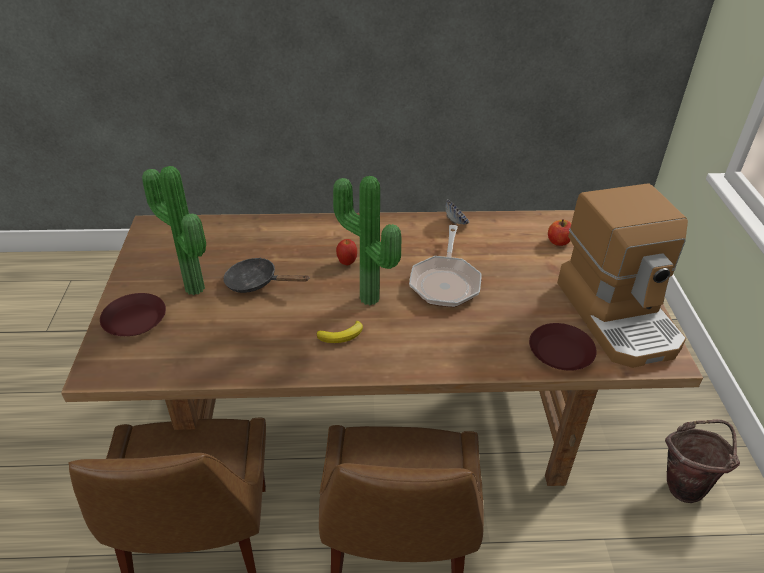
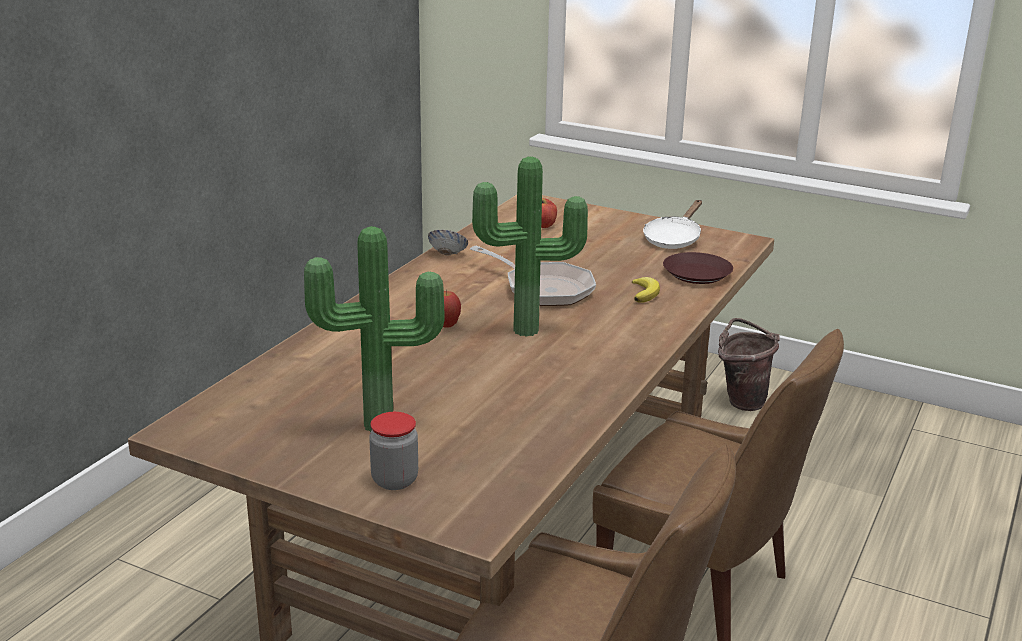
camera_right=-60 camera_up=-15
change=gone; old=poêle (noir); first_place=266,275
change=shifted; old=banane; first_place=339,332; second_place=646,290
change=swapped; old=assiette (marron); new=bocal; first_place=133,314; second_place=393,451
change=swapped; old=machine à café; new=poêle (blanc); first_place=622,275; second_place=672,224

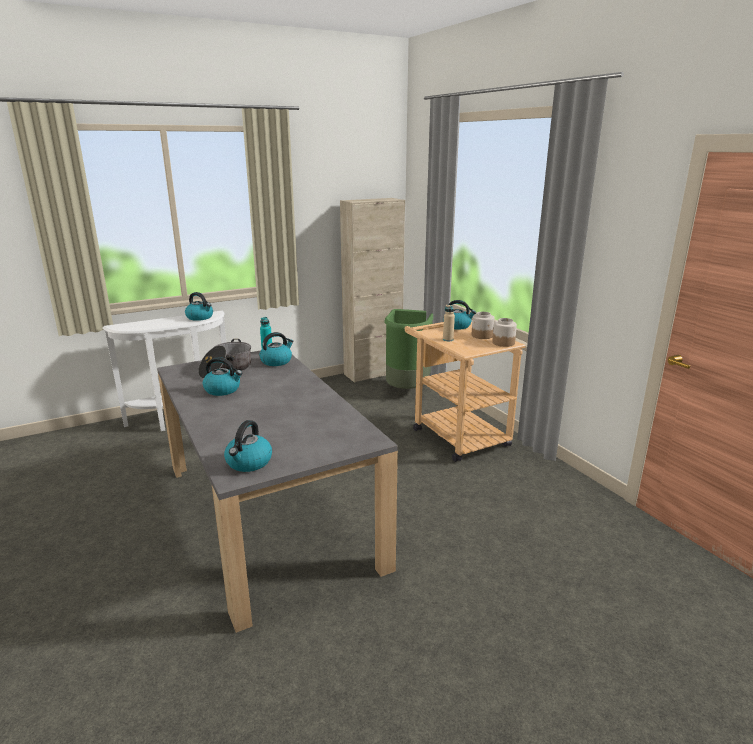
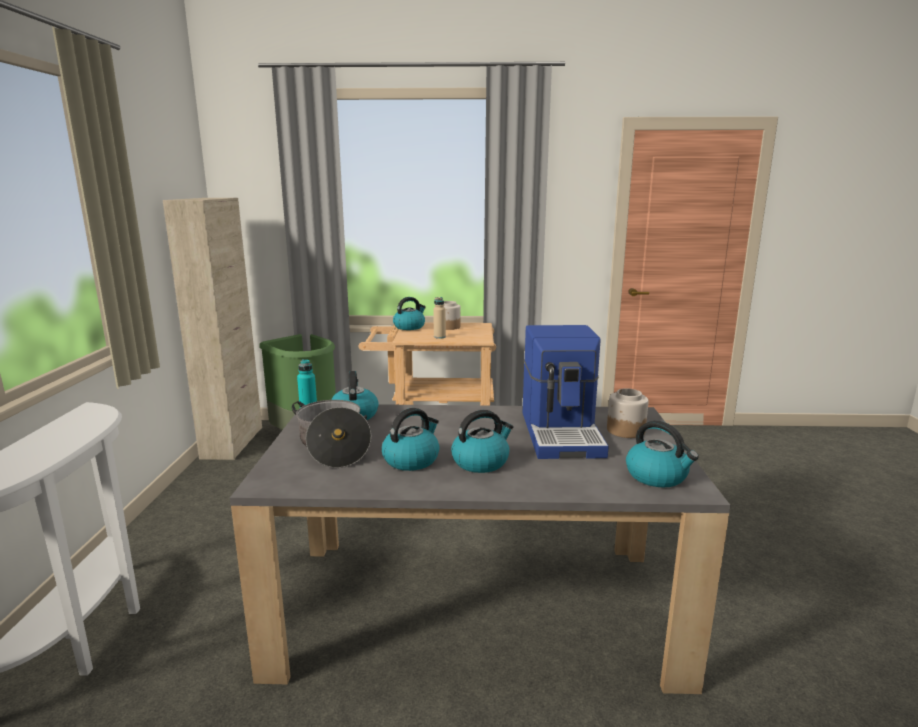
camera_right=-60 camera_up=-5
change=new; new=machine à café; second_place=566,392
change=shifted; old=bouilloire; first_place=199,306; second_place=482,441
change=shifted; old=bocal; first_place=504,332; second_place=627,413

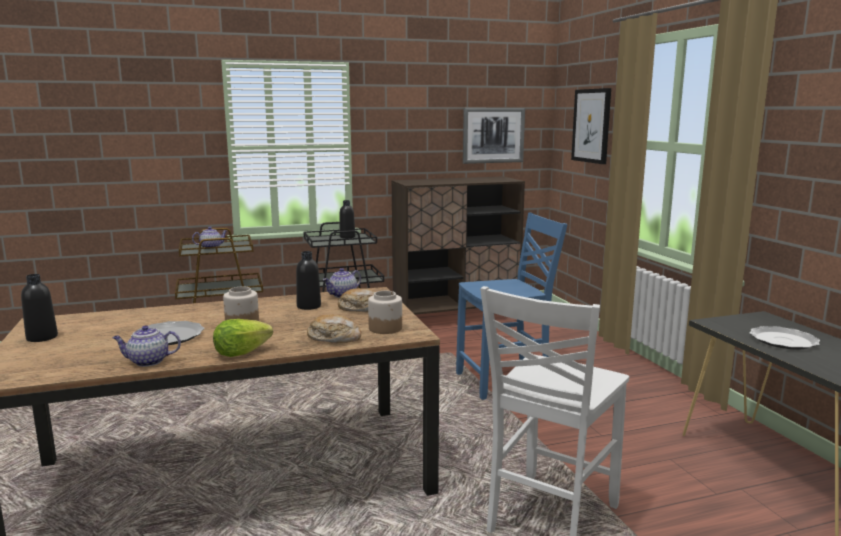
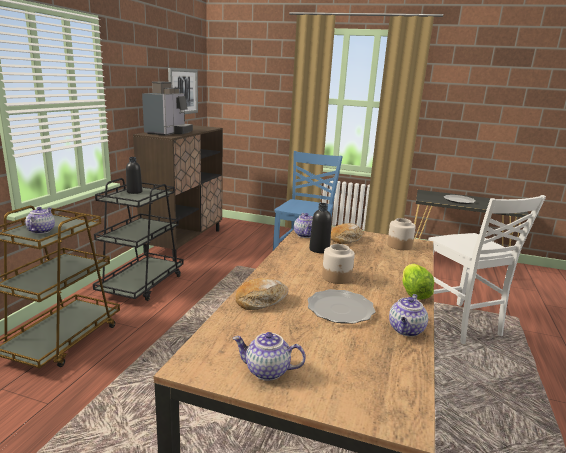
camera_right=-55 camera_up=5
change=gone; old=tableau; first_place=591,126
change=new; new=machine à café; second_place=167,108
change=shifted; old=pain; first_place=334,328; second_place=262,294
change=swapped; old=bouteille (noir); new=théière; first_place=39,308; second_place=269,356

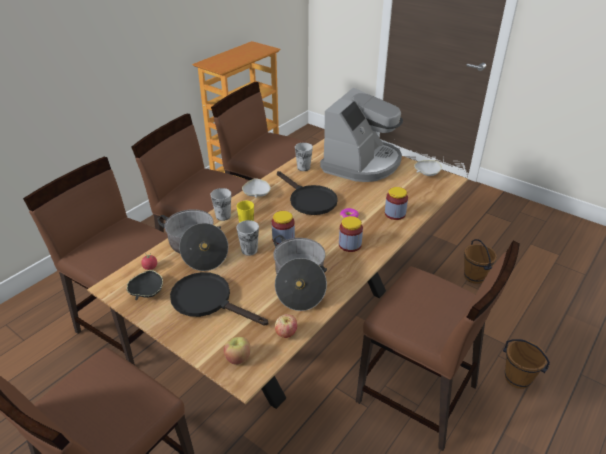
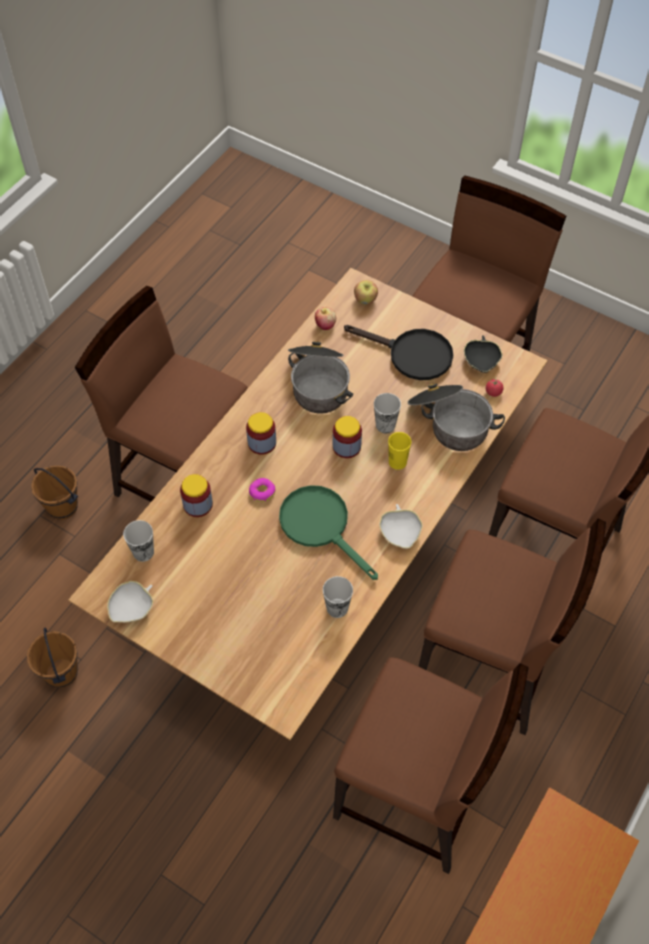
camera_right=175 camera_up=20
change=gone; old=machine à café; first_place=361,134
change=shifted; old=tasse; first_place=221,204; second_place=138,541
change=repainted; old=poêle (noir); new=poêle (vert); first_place=307,193; second_place=328,532

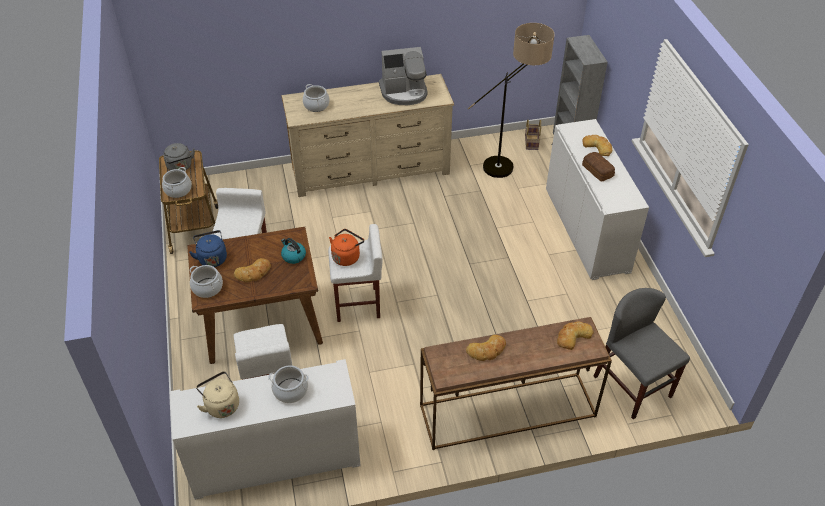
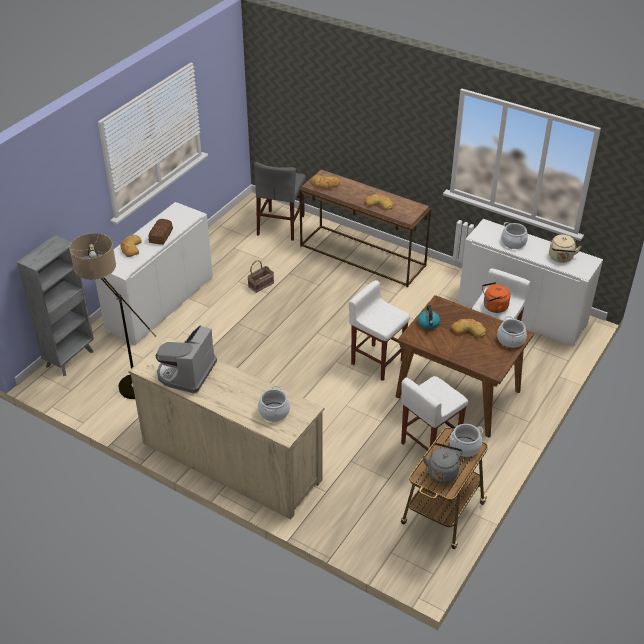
camera_right=-135 camera_up=-5
change=gone; old=bouilloire (bleu); first_place=208,248
change=shifted; old=bouilloire (orange); first_place=346,247; second_place=496,297
change=shifted; old=panier; first_place=533,135; second_place=260,276
change=rotated; old=machine à café; first_place=403,76; second_place=186,359; degrees=-105

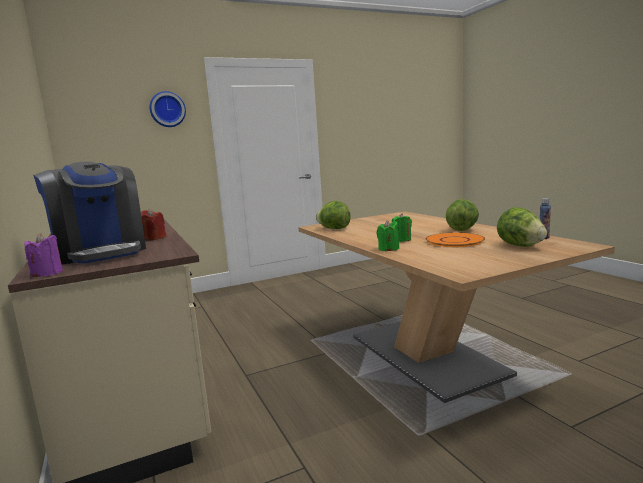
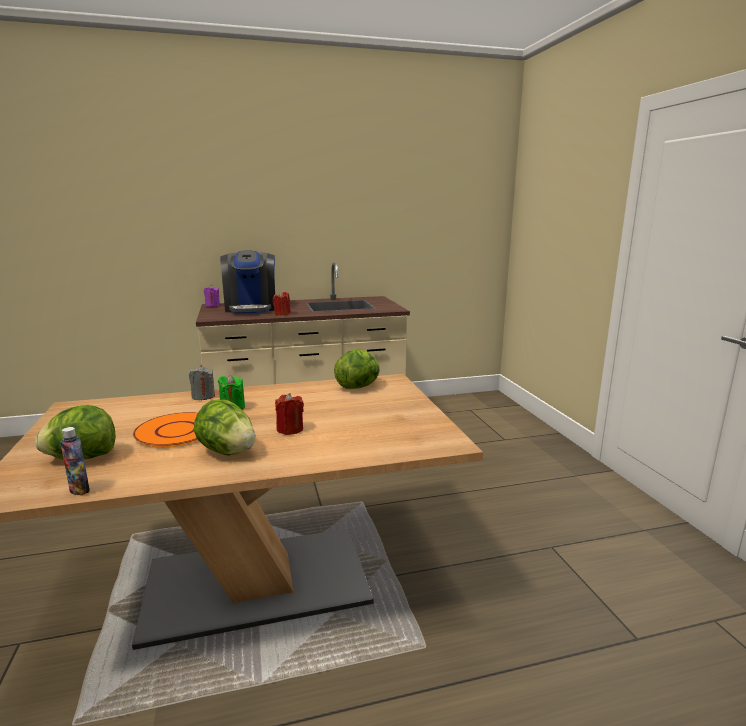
camera_right=100 camera_up=5
change=gone; old=horloge murale; first_place=168,109
change=new; new=bougie (rouge); second_place=289,414
change=repainted; old=bougie (vert); new=bougie (gris); first_place=387,235; second_place=202,382
change=rotated; old=machine à café; first_place=89,213; second_place=247,282; degrees=-75

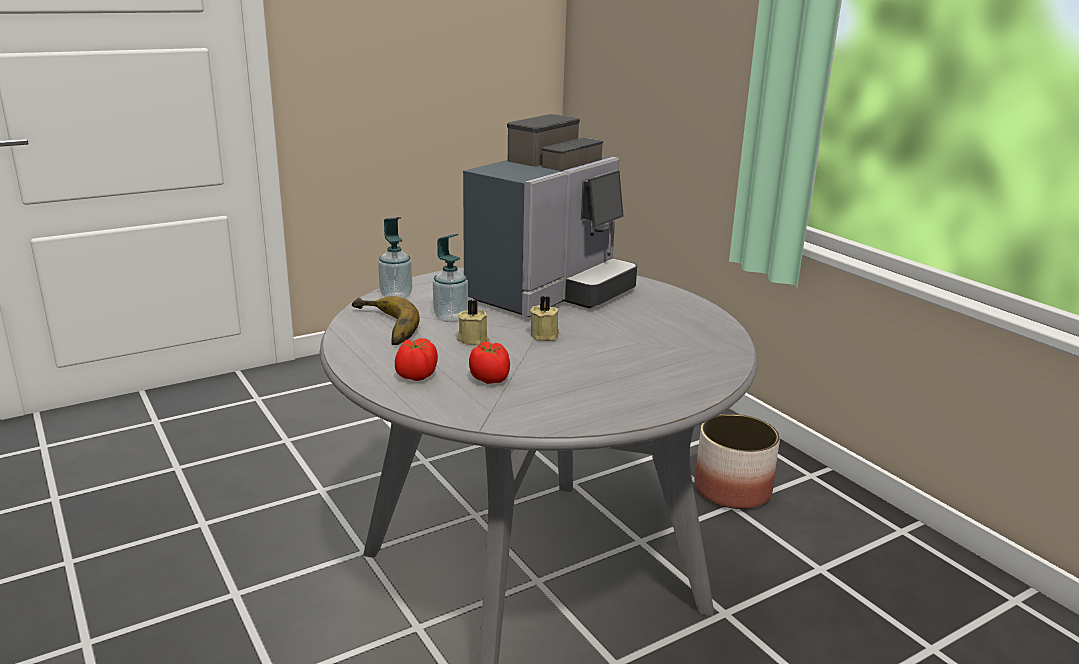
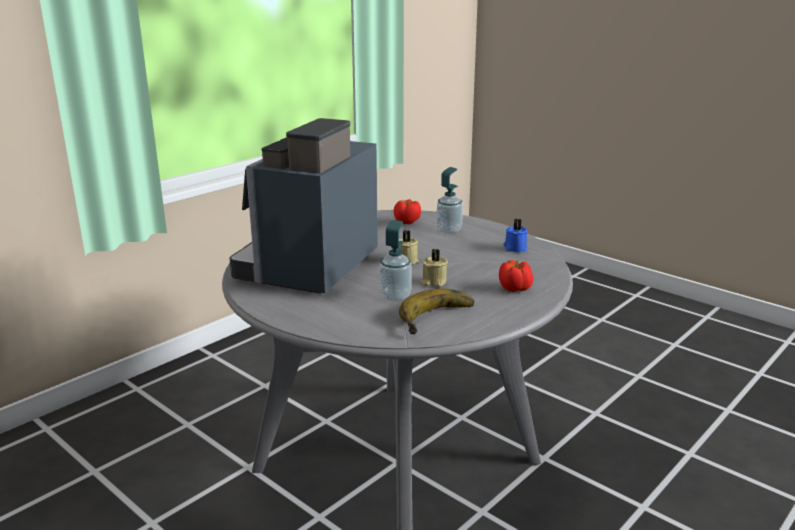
camera_right=-105 camera_up=0
change=gone; old=cache-pot; first_place=737,461
change=new; new=bougie (bleu); second_place=515,235
change=shifted; old=distributeur de savon; first_place=395,258; second_place=450,200
change=shifted; old=tomate; first_place=489,363; second_place=407,211
change=rotated; old=machine à café; first_place=550,215; second_place=304,206; degrees=-90

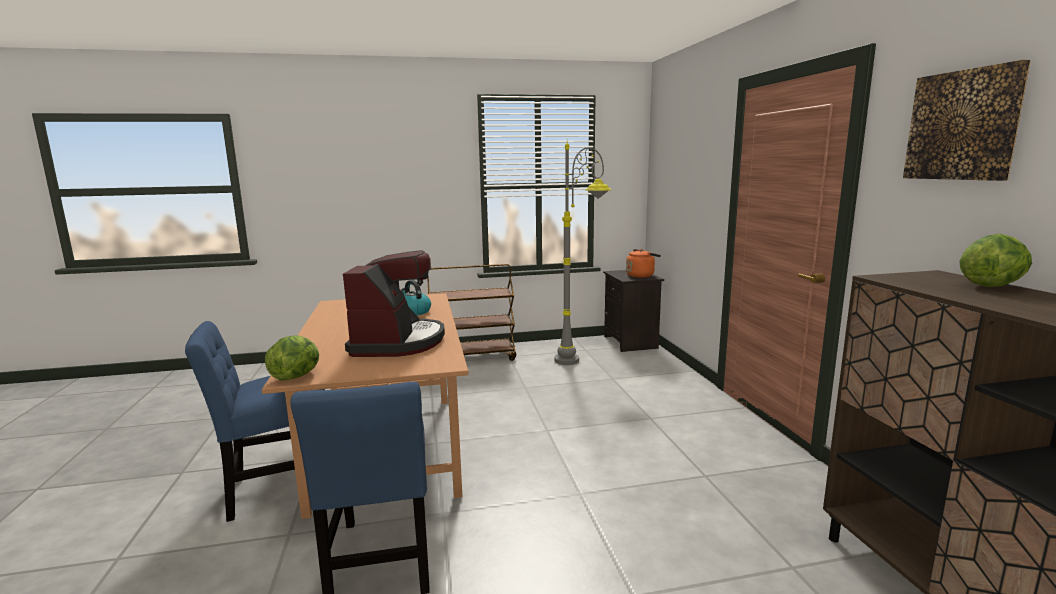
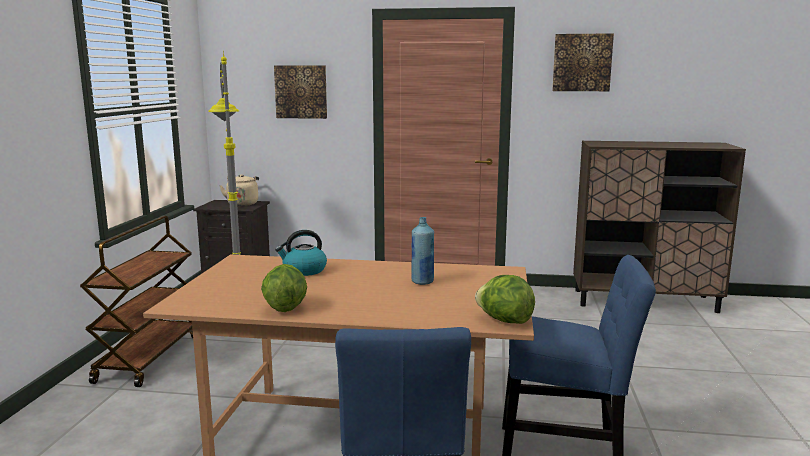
camera_right=-70 camera_up=0
change=new; new=tableau; second_place=300,92
change=shifted; old=laitue; first_place=995,260; second_place=284,288
change=swapped; old=machine à café; new=bouteille (bleu); first_place=394,303; second_place=423,251
change=repainted; old=bouilloire (orange); new=bouilloire (beige); first_place=643,263; second_place=239,190

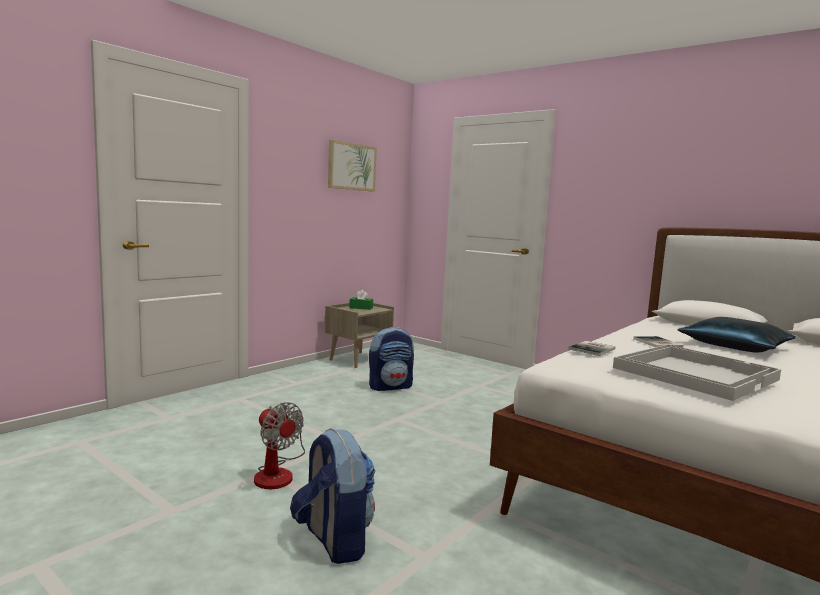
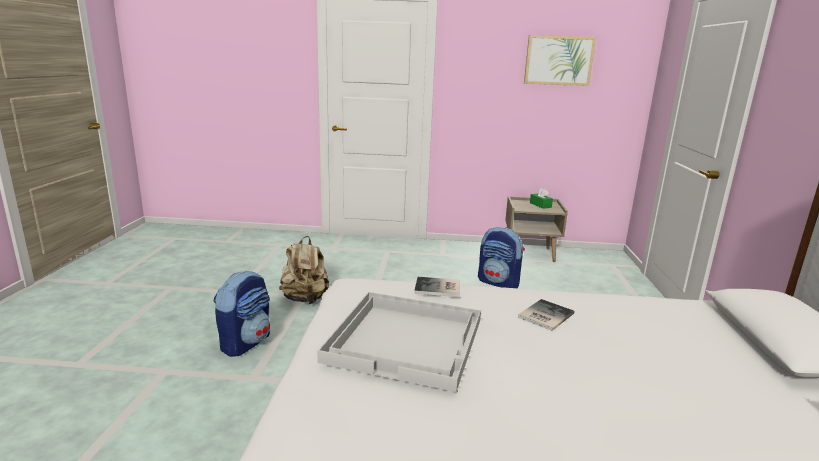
camera_right=55 camera_up=10
change=gone; old=coussin (bleu); first_place=736,334
change=swapped; old=ventilateur; new=sac à dos (beige); first_place=279,445; second_place=304,270

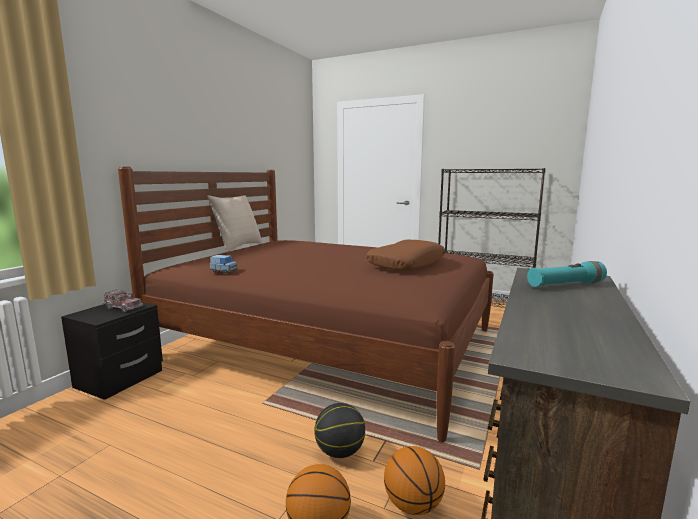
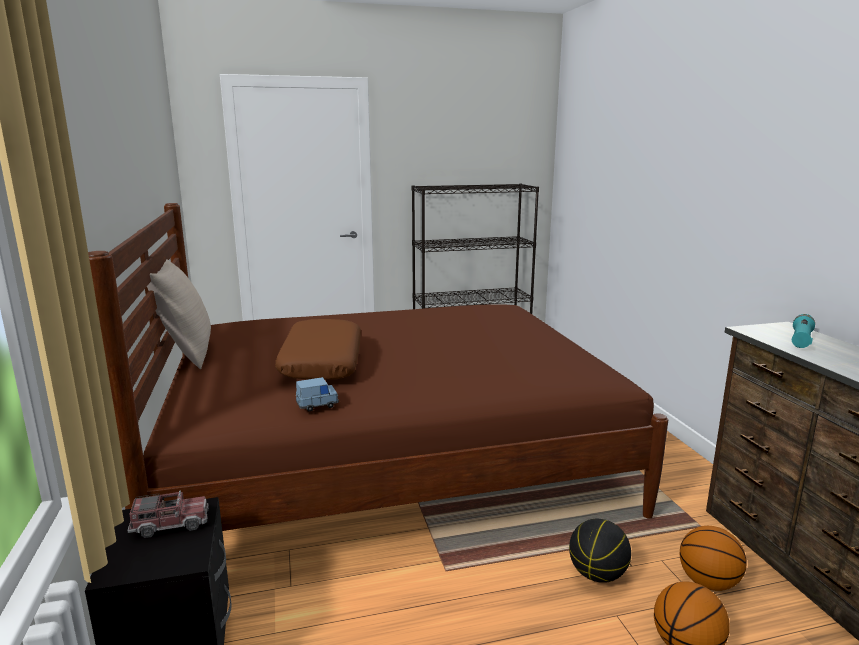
camera_right=-40 camera_up=5
change=shifted; old=coussin (marron); first_place=405,255; second_place=318,349

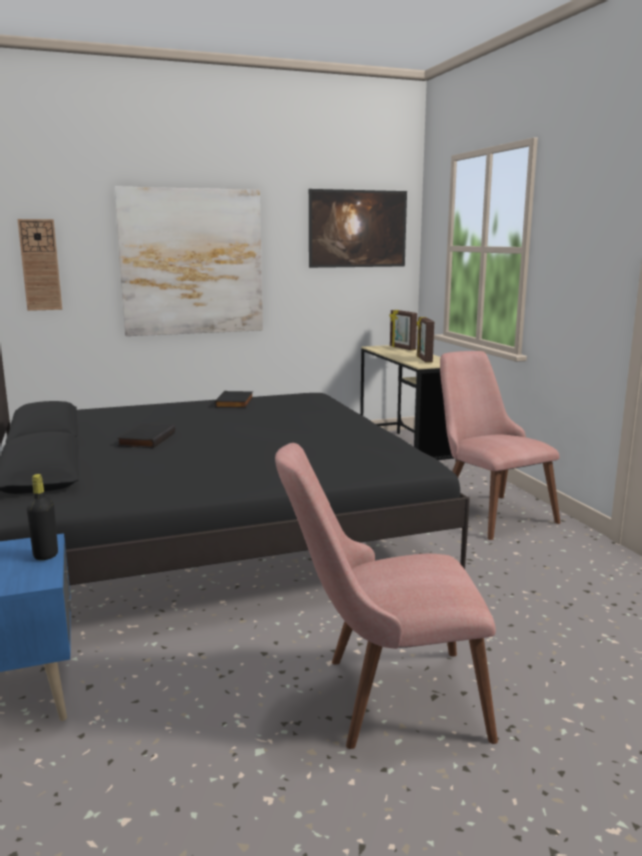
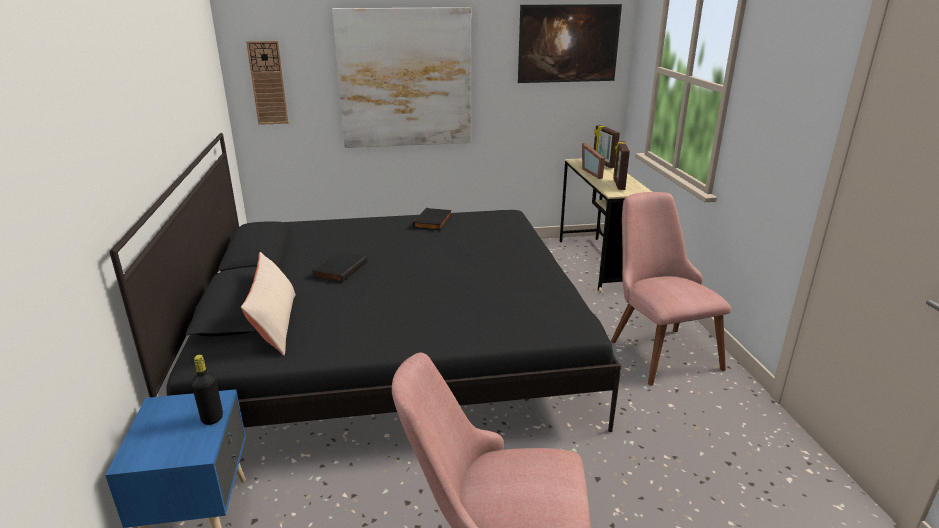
camera_right=10 camera_up=10
change=new; new=coussin (beige); second_place=268,304
change=new; new=cadre photo; second_place=593,161

